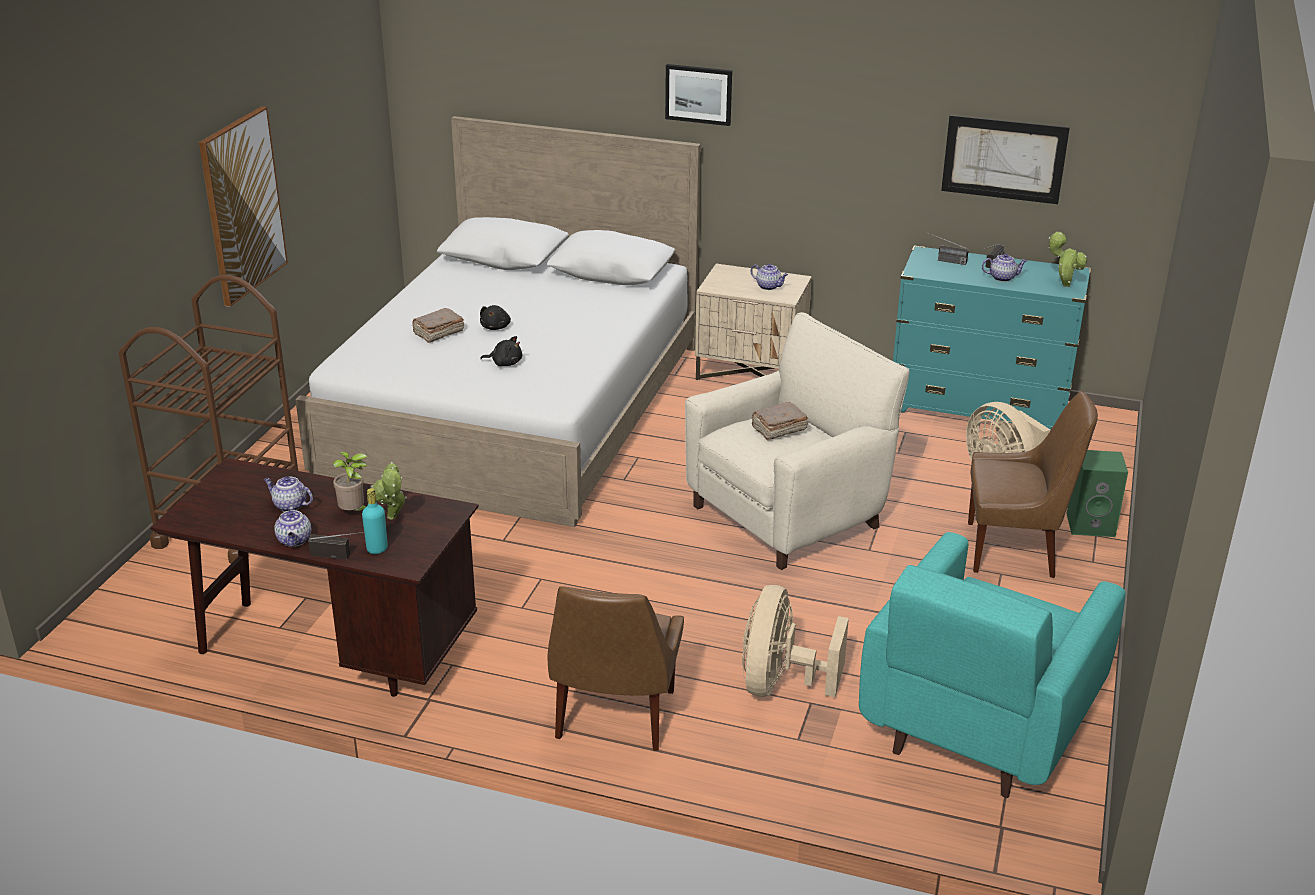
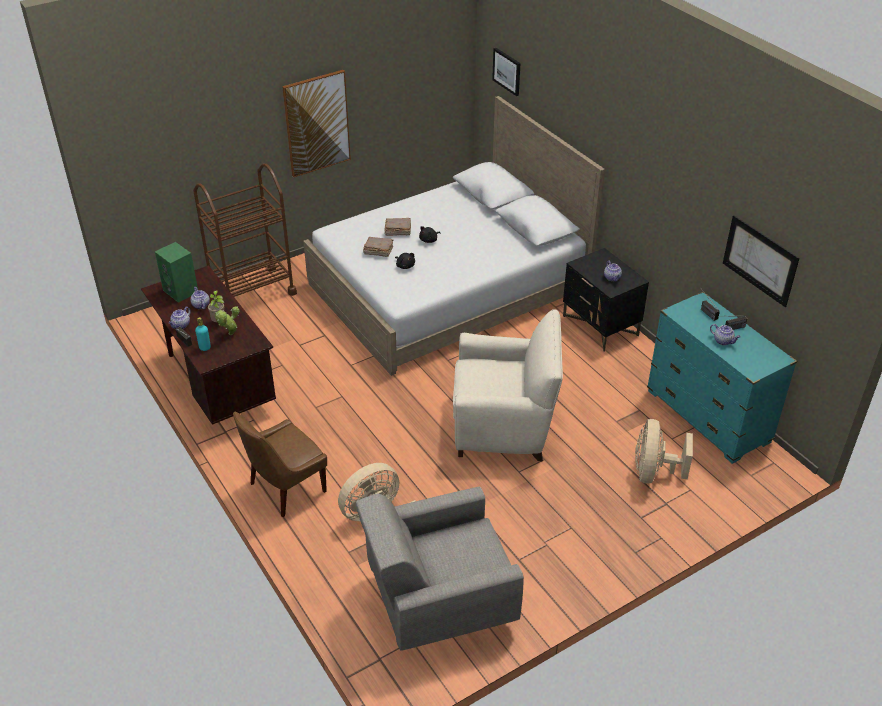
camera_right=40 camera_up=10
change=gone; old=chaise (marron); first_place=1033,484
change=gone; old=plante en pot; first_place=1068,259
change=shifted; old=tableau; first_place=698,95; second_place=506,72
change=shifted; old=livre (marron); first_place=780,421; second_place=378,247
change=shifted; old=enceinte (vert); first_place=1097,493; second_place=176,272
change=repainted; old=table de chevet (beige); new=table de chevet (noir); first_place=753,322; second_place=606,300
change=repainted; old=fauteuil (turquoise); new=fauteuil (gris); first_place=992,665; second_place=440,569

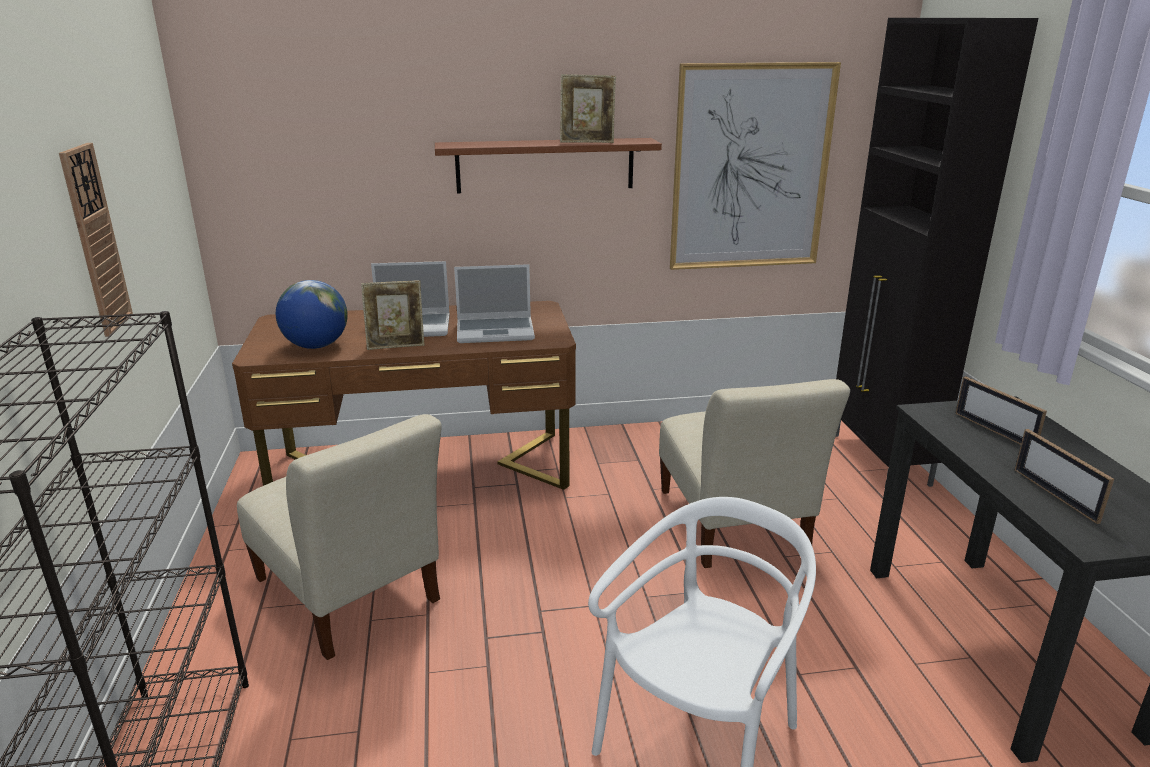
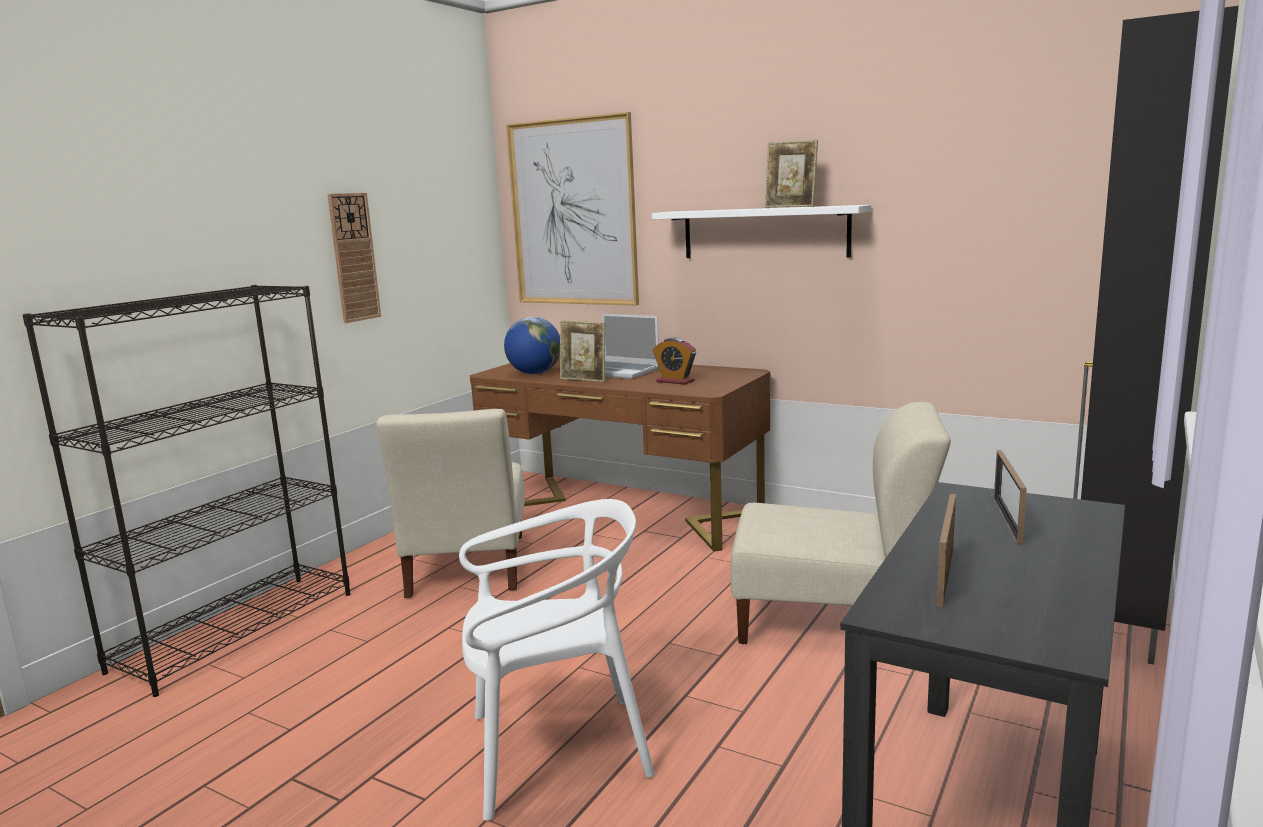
camera_right=40 camera_up=-10
change=shifted; old=tableau; first_place=755,166; second_place=572,209
change=swapped; old=ordinateur portable; new=réveil; first_place=494,303; second_place=674,361
change=repainted; old=étagère (marron); new=étagère (blanc); first_place=548,165; second_place=761,231
change=rotated; old=chaise (beige); first_place=754,473; second_place=841,523; degrees=-105

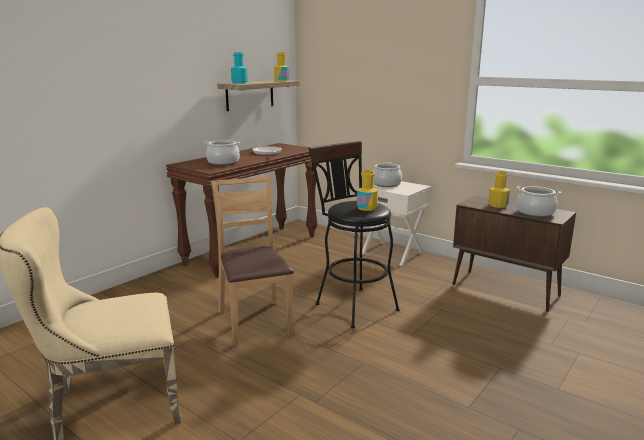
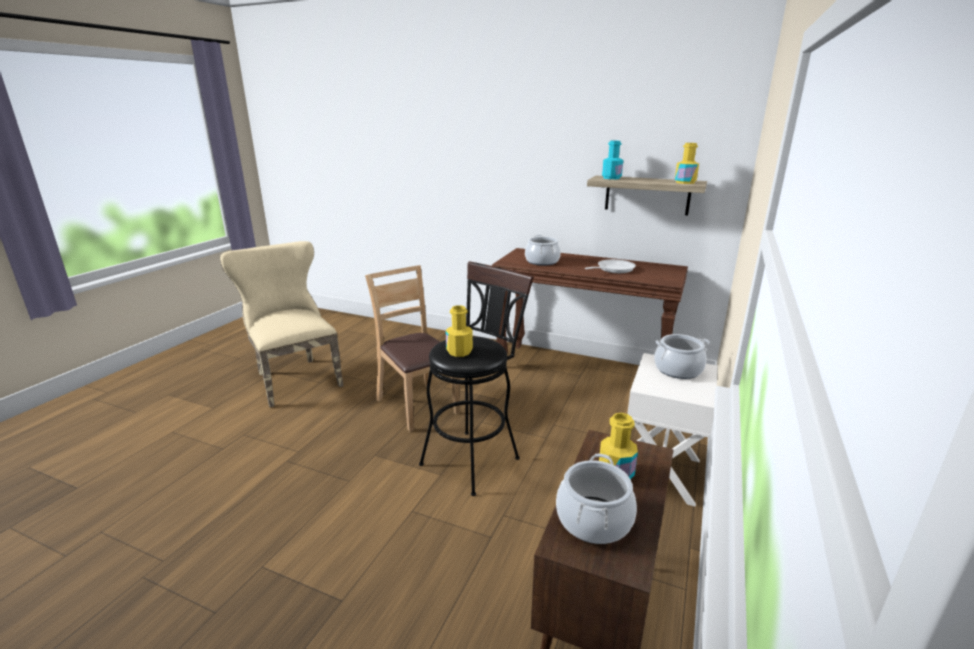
camera_right=75 camera_up=5
change=rotated; old=chaise (marron); first_place=252,261; second_place=412,348; degrees=-90

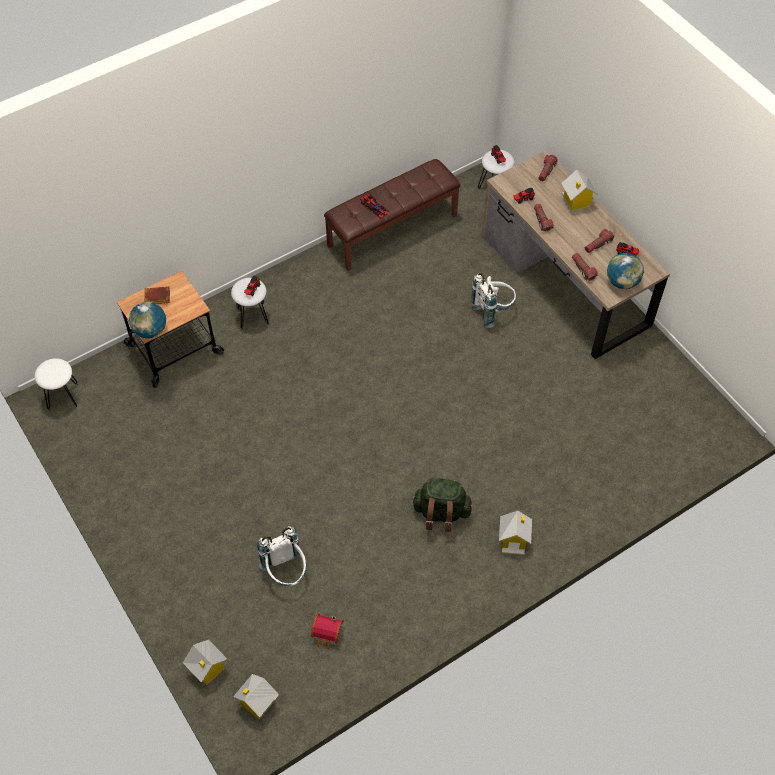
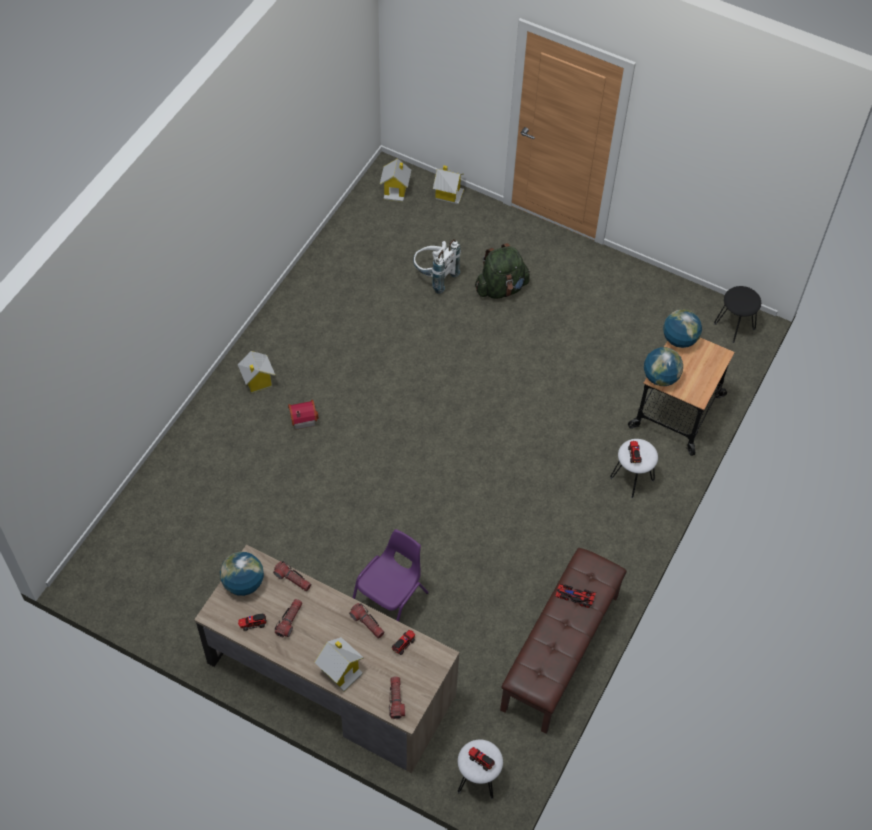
camera_right=150 camera_up=0
change=gone; old=livre (marron); first_place=157,295
change=new; new=globe; second_place=663,366
change=shifted; old=maison miniature; first_place=327,631; second_place=303,415
change=shifted; old=sac à dos (vert); first_place=442,505; second_place=502,271
change=swapped; old=sac à dos (blanc); new=chaise (violet); first_place=493,300; second_place=391,575
change=repainted; old=tabouret (blanc); new=tabouret (noir); first_place=56,384; second_place=737,314

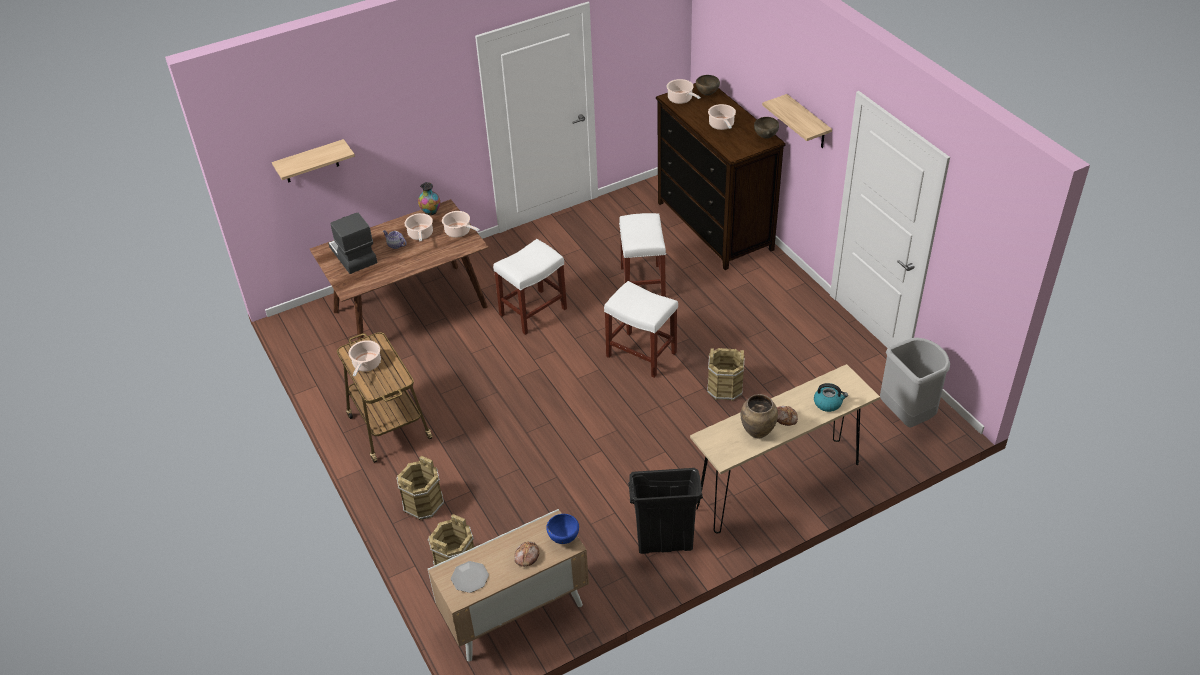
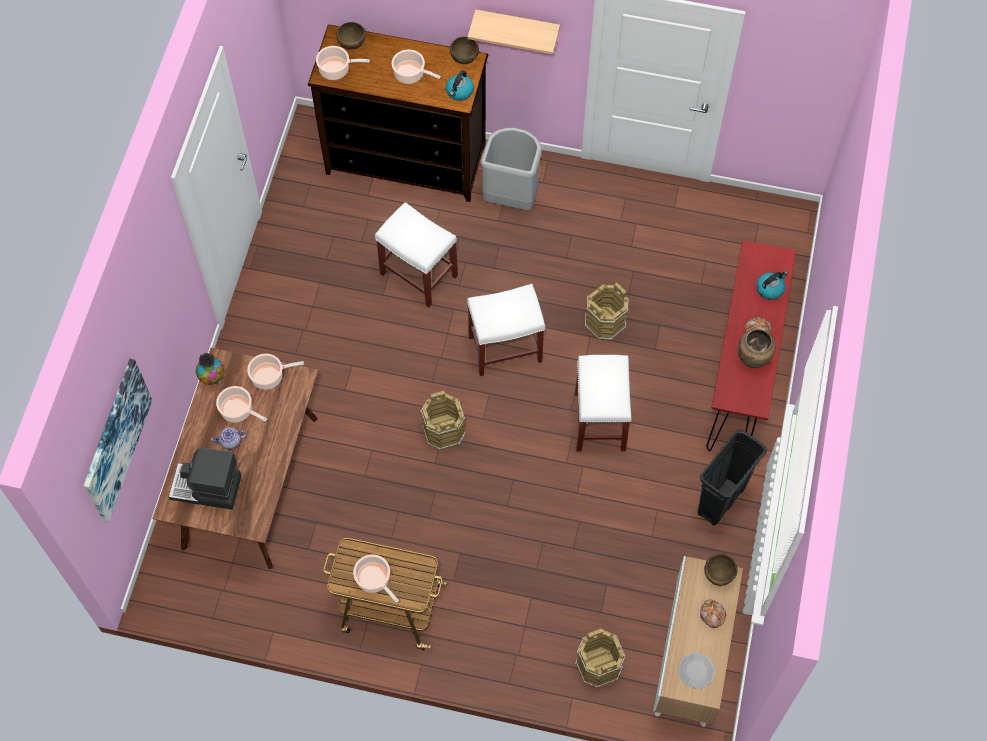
camera_right=-50 camera_up=20
change=new; new=bouilloire; second_place=460,85
change=shifted; old=seau (marron); first_place=420,487; second_place=443,420
change=shifted; old=tabouret (blanc); first_place=530,287; second_place=603,403
change=shifted; old=poubelle (gris); first_place=915,383; second_place=511,169
change=swapped; old=étagère; new=tableau; first_place=313,161; second_place=117,440
change=repainted; old=bol (bleu); new=bol (marron); first_place=562,529; second_place=721,570
change=repainted; old=table console (beige); new=table console (rouge); first_place=785,449; second_place=751,345

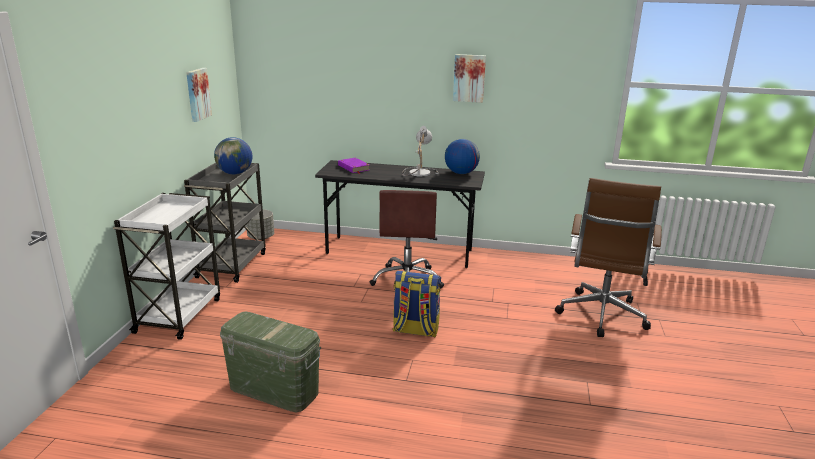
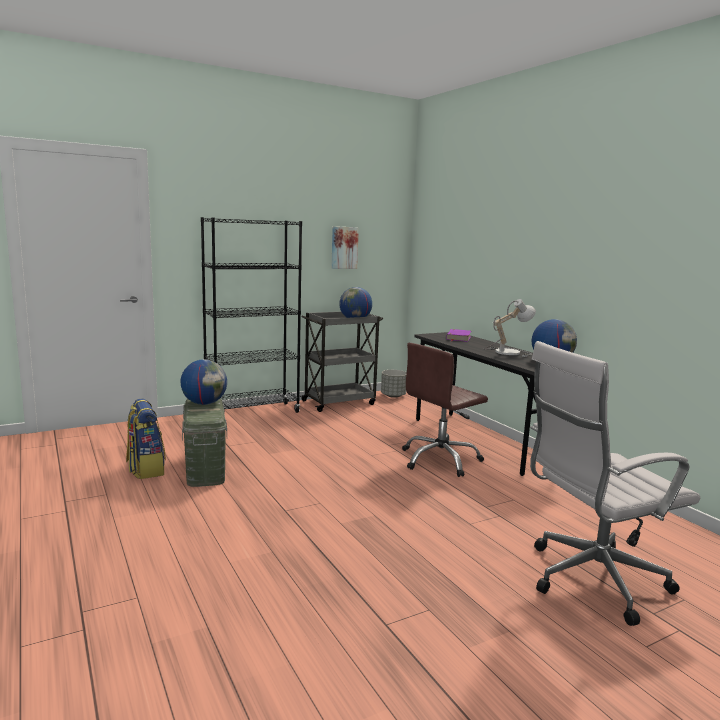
camera_right=50 camera_up=-10
change=gone; old=tableau; first_place=469,78
change=new; new=globe; second_place=204,382
change=shifted; old=sac à dos; first_place=417,304; second_place=146,439
change=swapped; old=chariot (blanc); new=bibliothèque (noir); first_place=166,266; second_place=251,315
change=repainted; old=chaise de bureau (marron); new=chaise de bureau (blanc); first_place=608,257; second_place=615,483

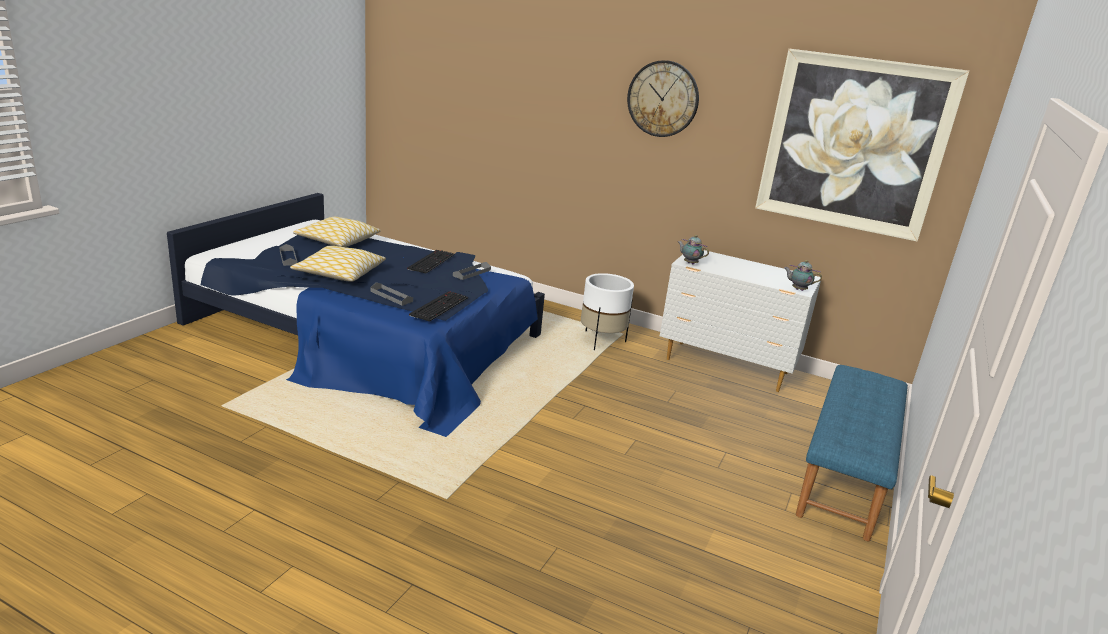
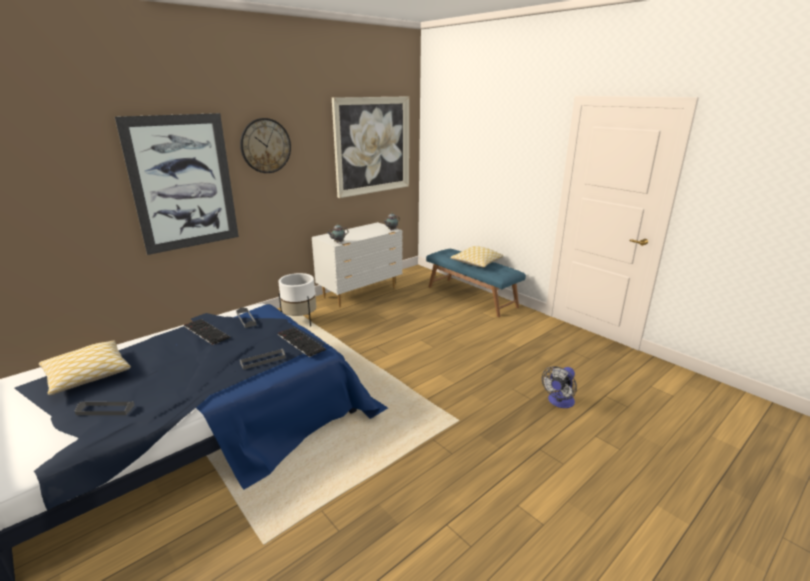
camera_right=-65 camera_up=0
change=new; new=tableau; second_place=177,184
change=new; new=ventilateur; second_place=559,387
change=shifted; old=coussin; first_place=338,264; second_place=476,257

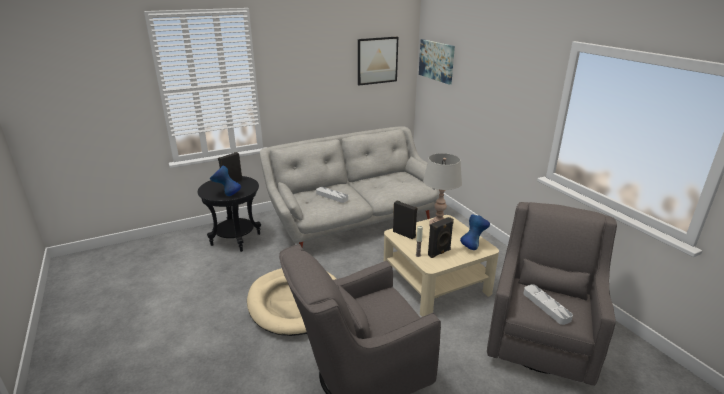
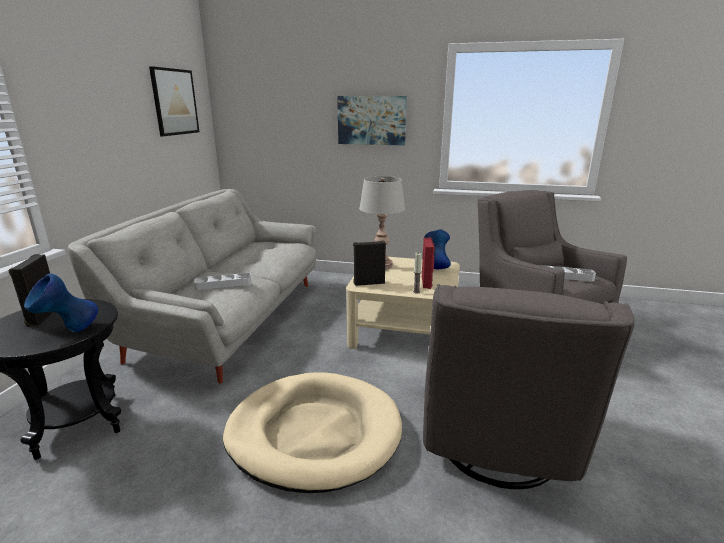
camera_right=-50 camera_up=-5
change=shifted; old=tableau; first_place=437,62; second_place=372,120
change=repainted; old=enceinte (noir); new=enceinte (rouge); first_place=441,237; second_place=428,263

